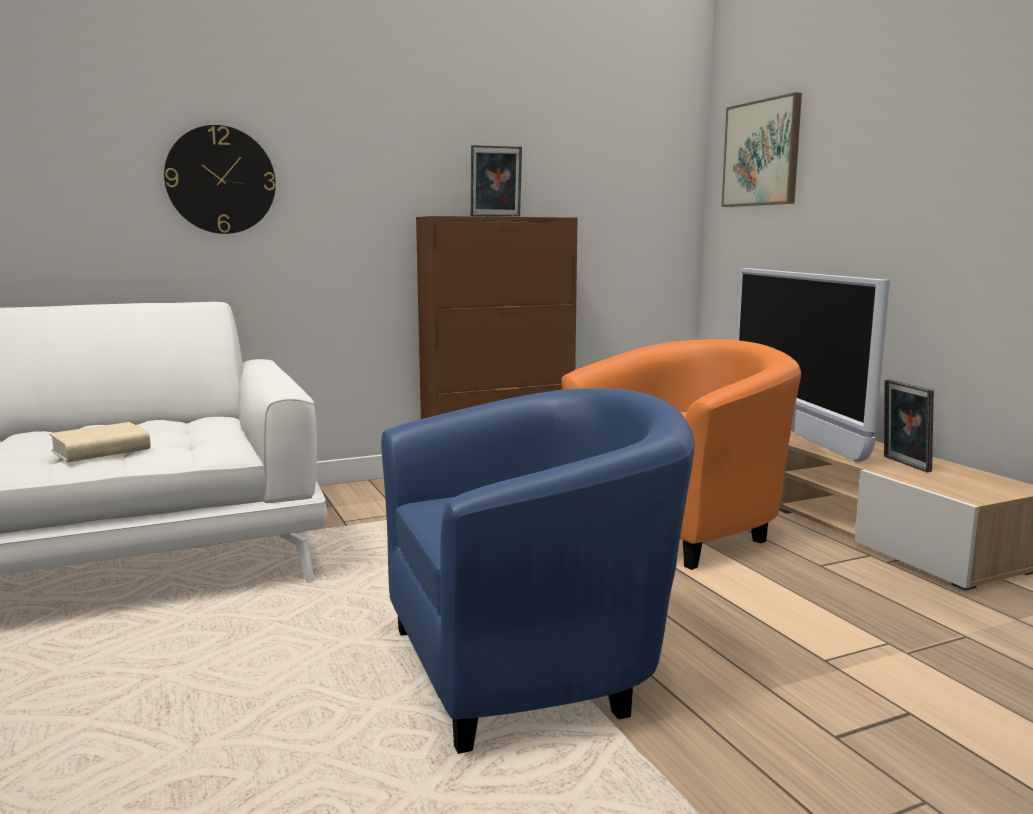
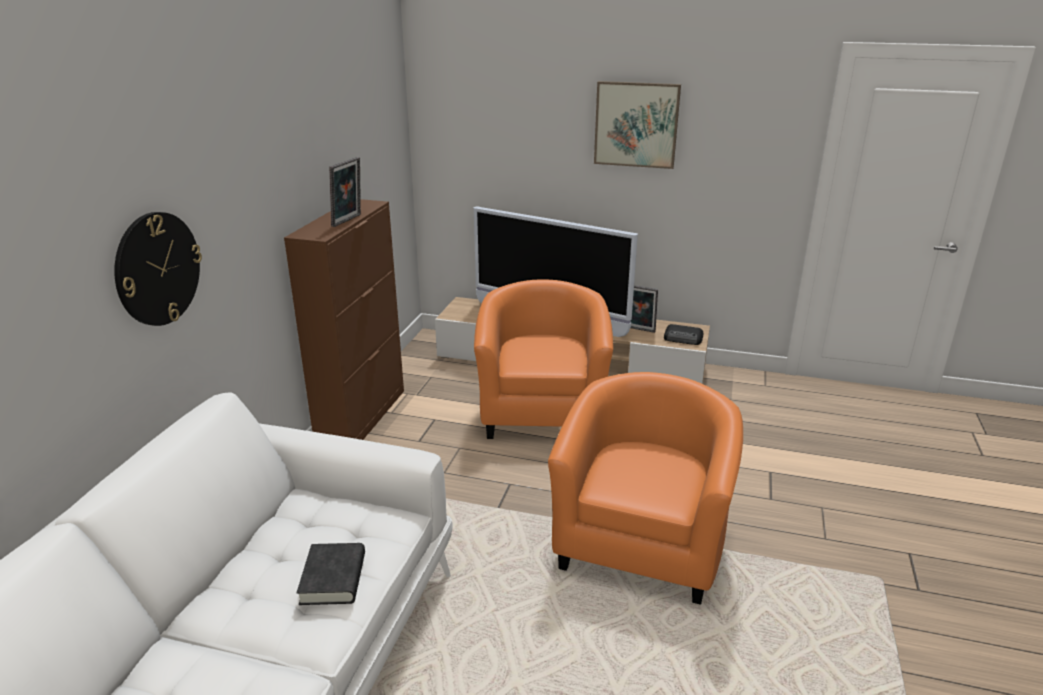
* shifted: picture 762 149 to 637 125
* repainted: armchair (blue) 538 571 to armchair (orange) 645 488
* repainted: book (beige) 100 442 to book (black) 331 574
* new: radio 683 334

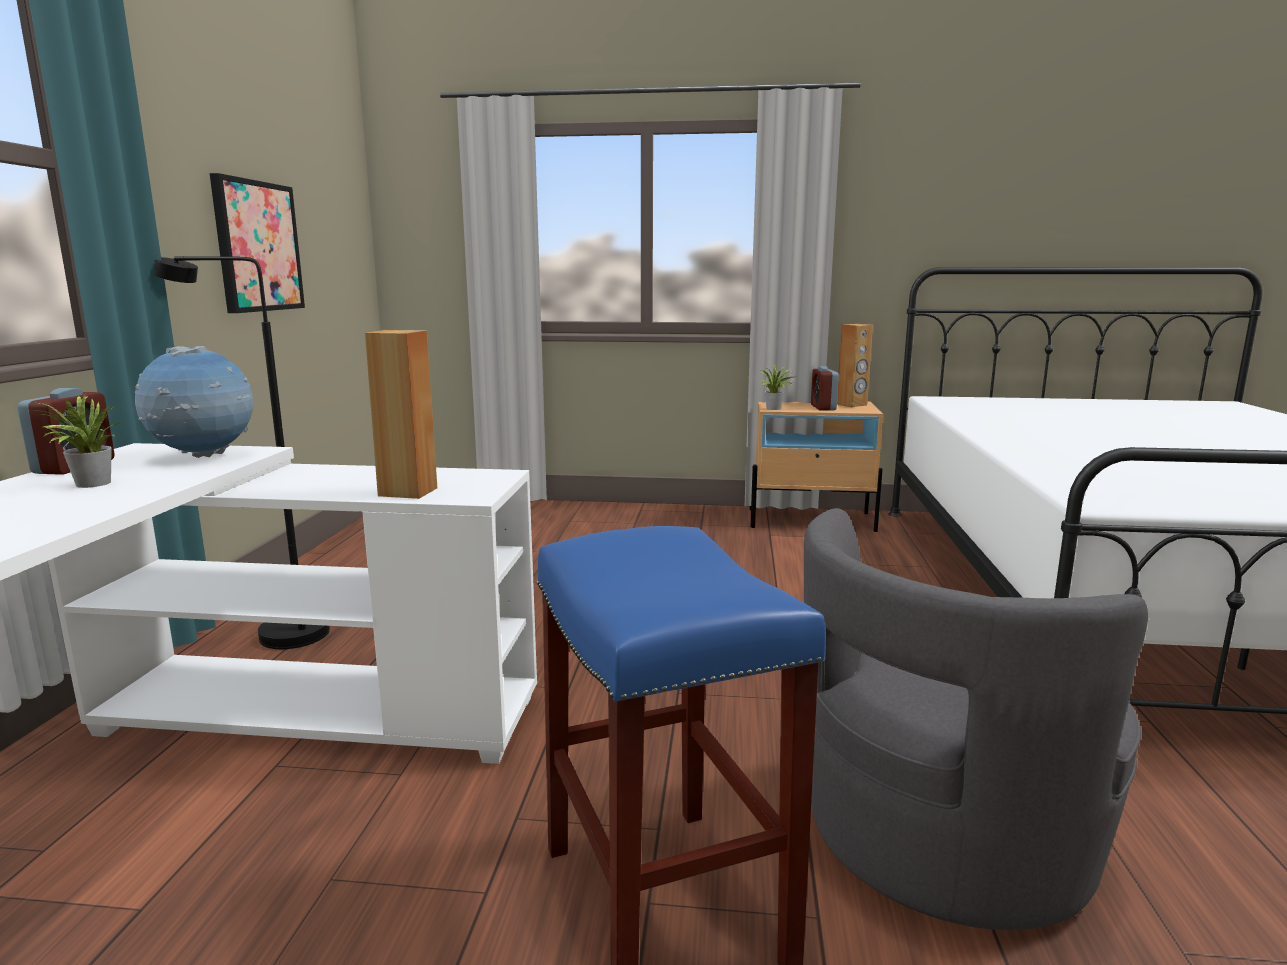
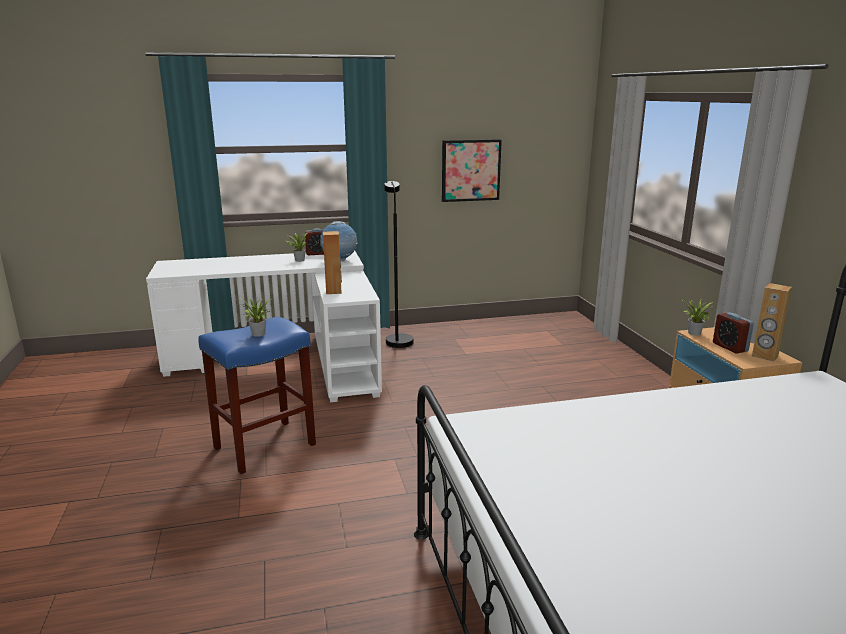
* rotated: alarm clock 825 388 = 733 332 90 degrees counterclockwise
* gone: armchair (grey) 976 719
* new: potted plant 254 317

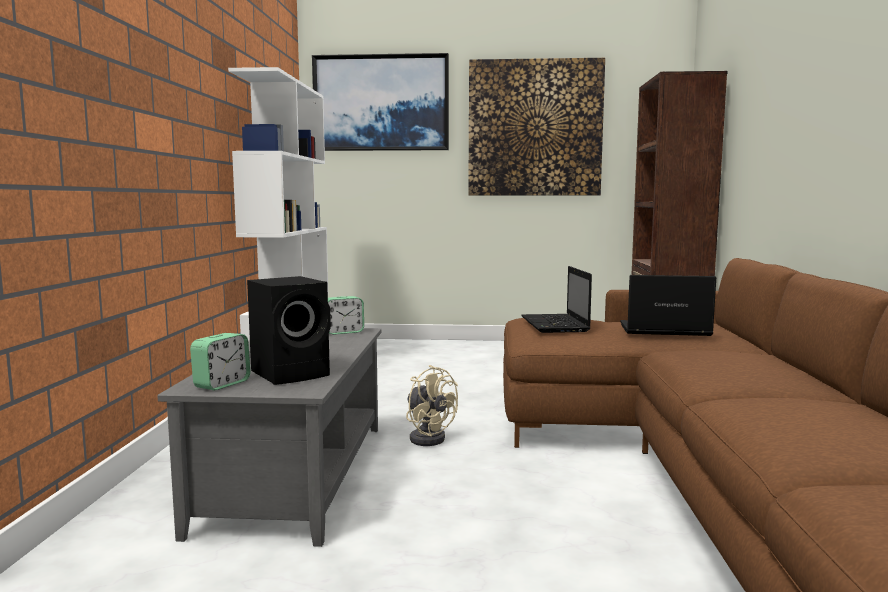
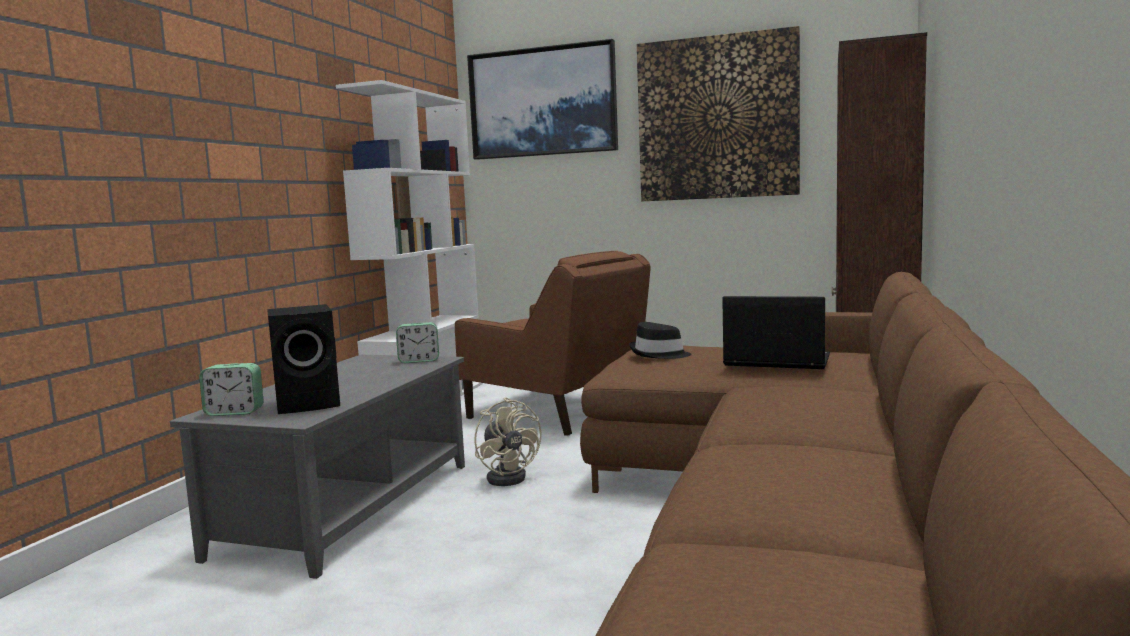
* swapped: laptop 556 299 to hat (black) 660 340
* rotated: alarm clock 220 362 = 231 389 45 degrees clockwise
* new: armchair (brown) 552 343

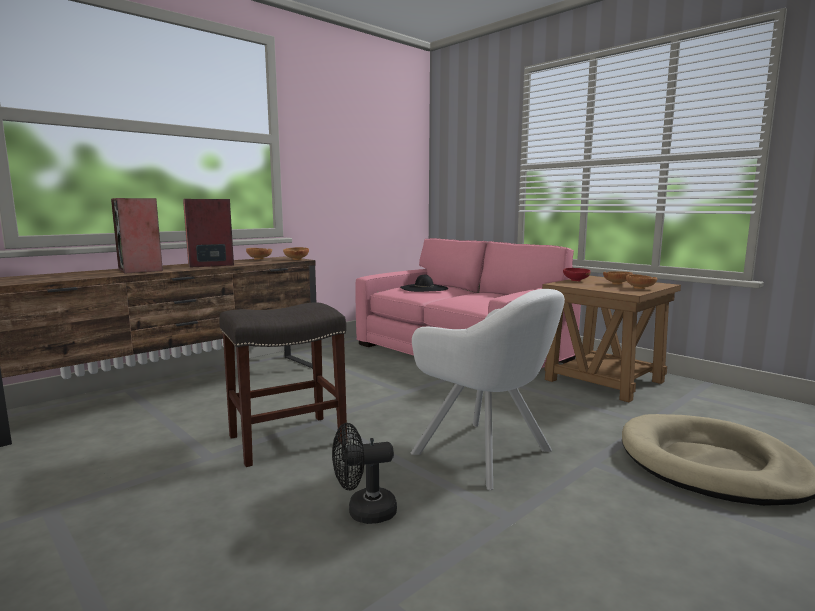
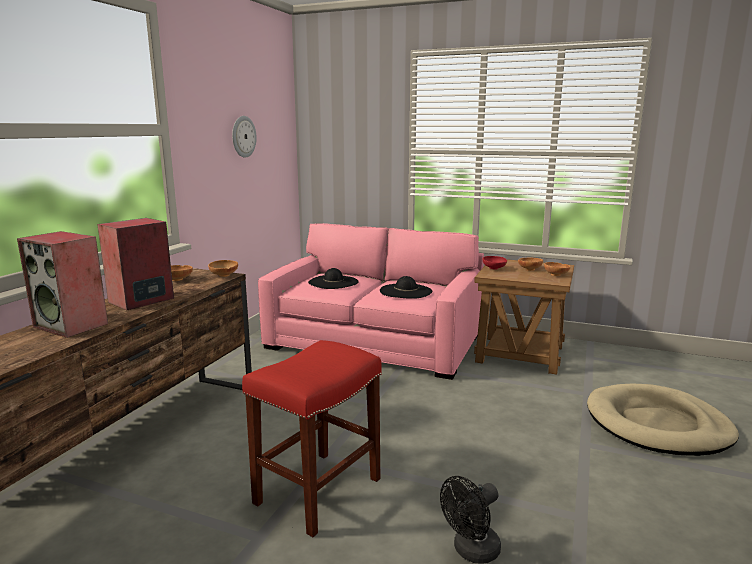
* gone: armchair (white) 488 389
* repainted: stool (grey) 283 385 to stool (red) 312 438
* new: wall clock 244 137
* new: hat (black) 406 287

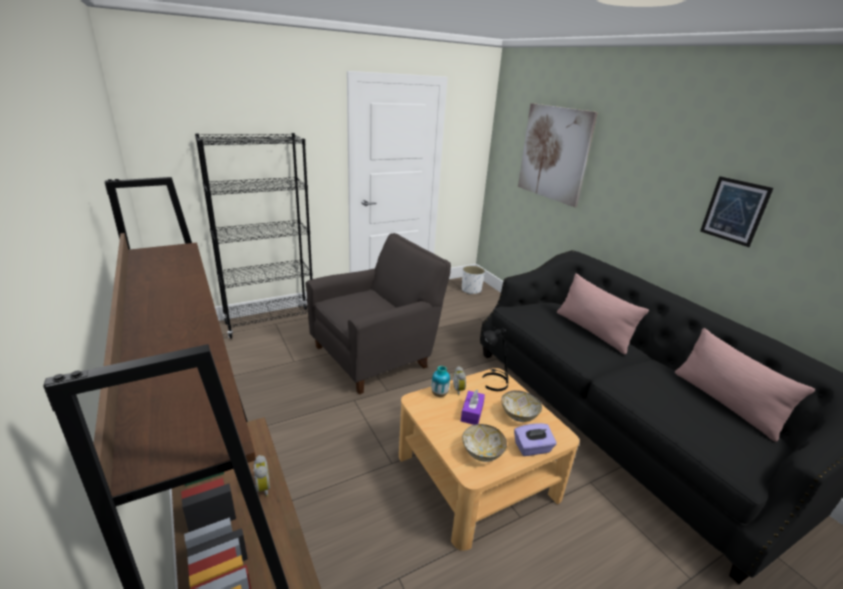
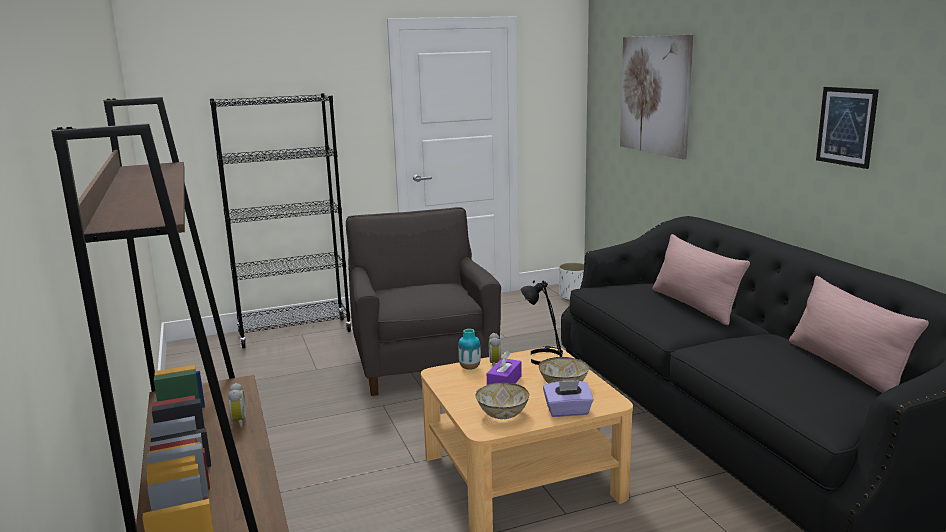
* rotated: armchair (grey) 378 314 = 423 301 75 degrees counterclockwise

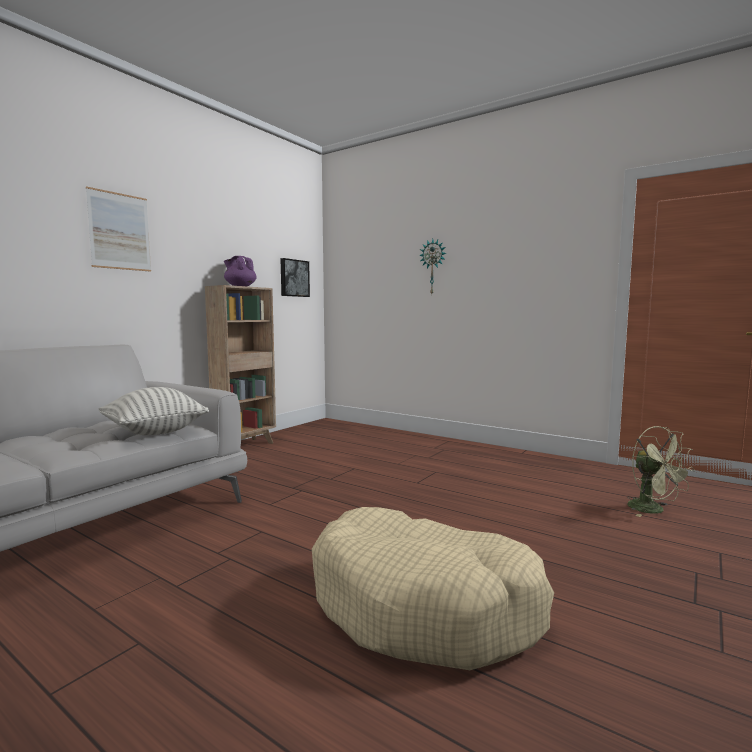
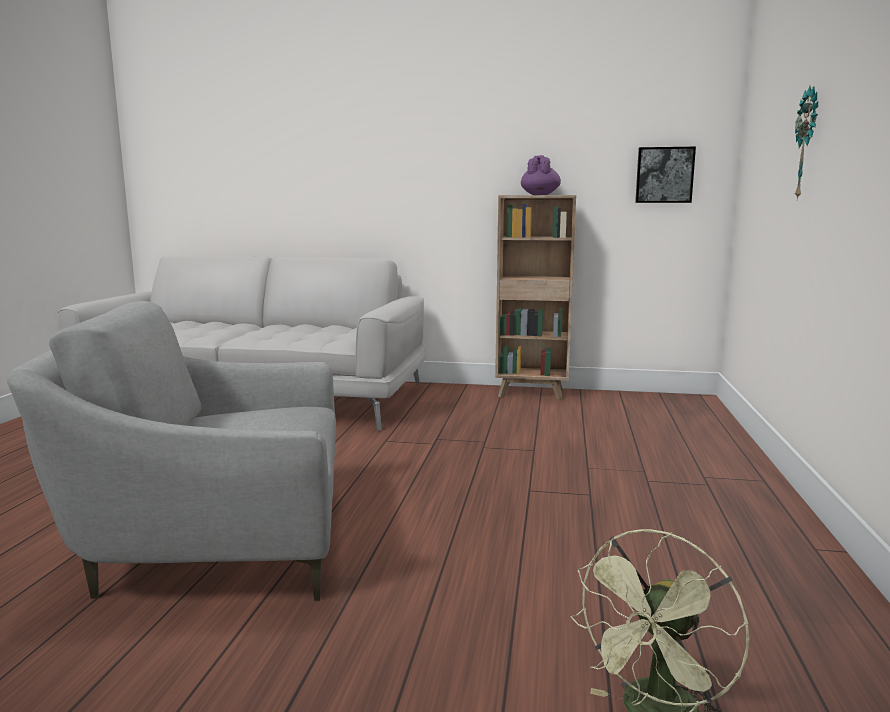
* gone: picture 118 229
* gone: pillow 154 411
* swapped: dog bed (beige) 433 588 to armchair (grey) 171 451

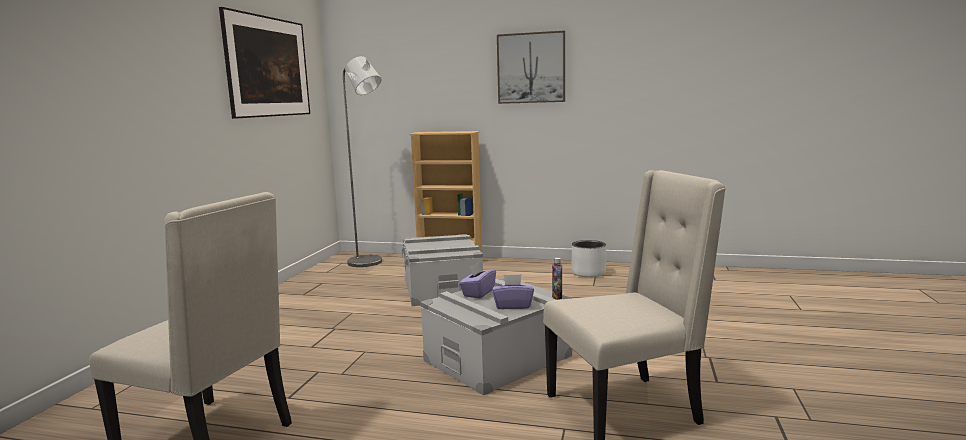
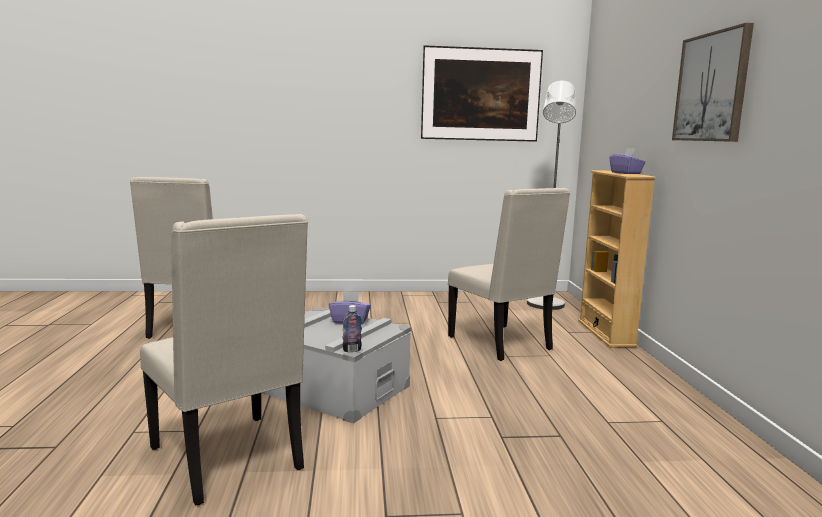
* swapped: storage box (grey) 442 270 to chair (beige) 509 274
* gone: planter (white) 588 258
* shifted: tissue box (purple) 513 291 to 627 161

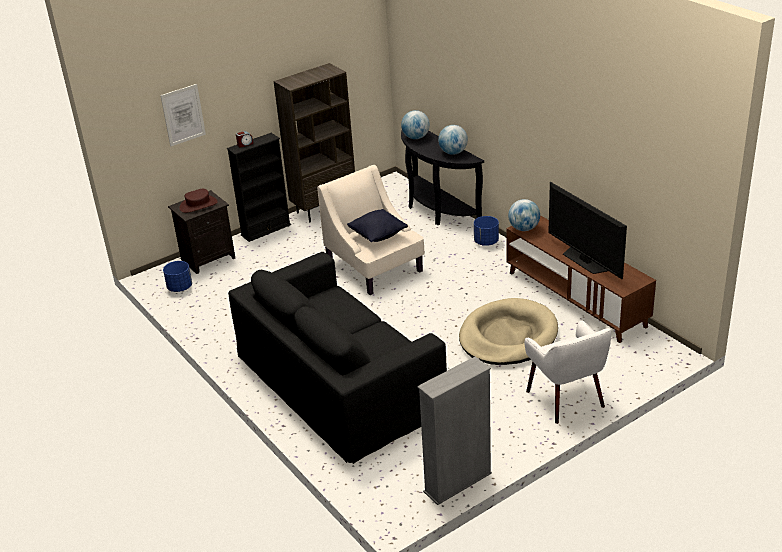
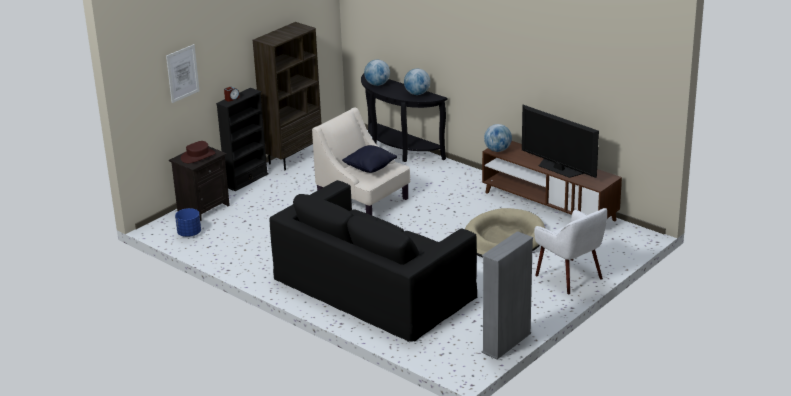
* gone: planter (blue) 486 231

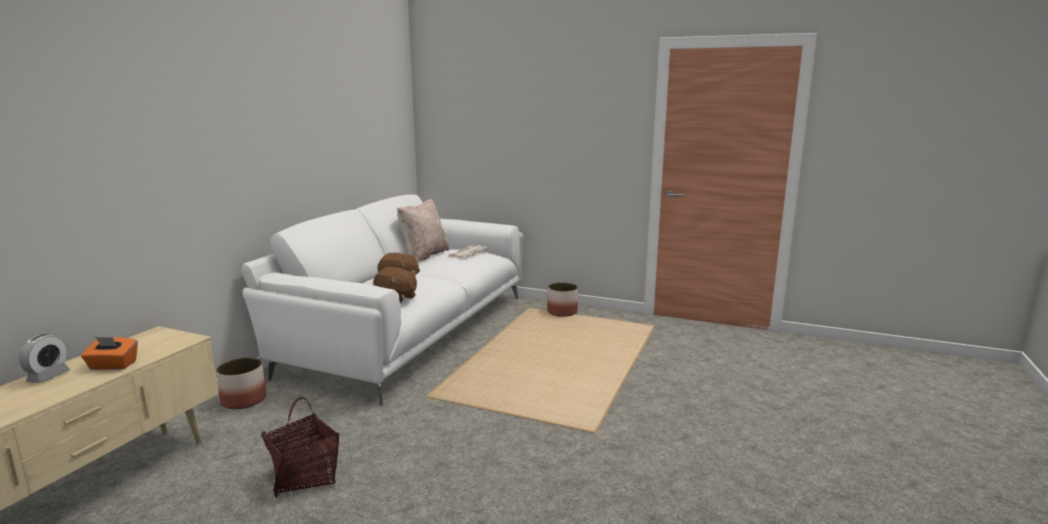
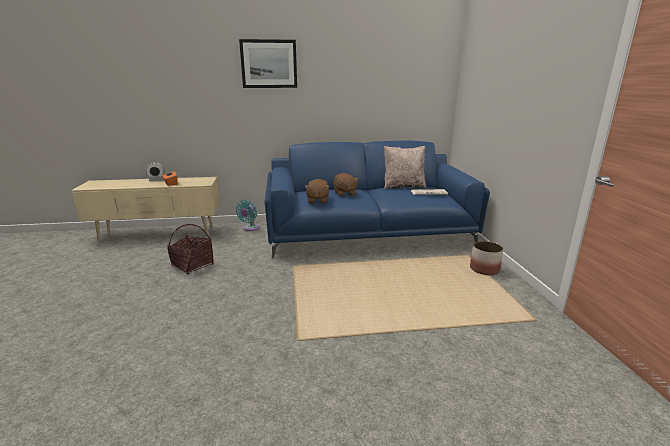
* repainted: sofa (white) 382 300 to sofa (blue) 377 199
* swapped: planter 241 383 to fan (turquoise) 248 215
* new: picture 268 63

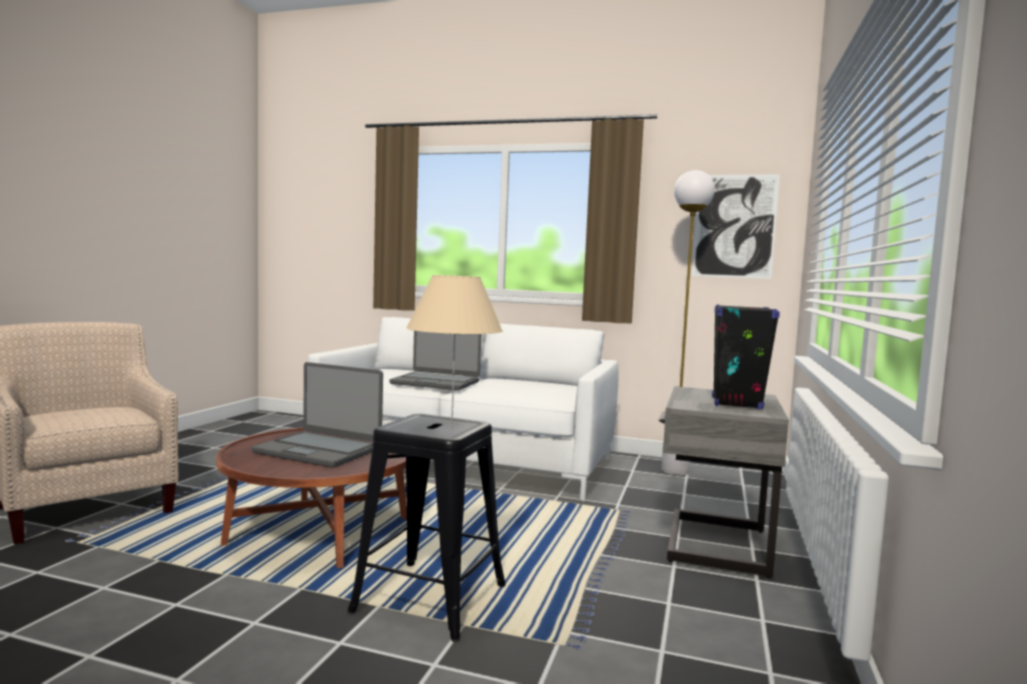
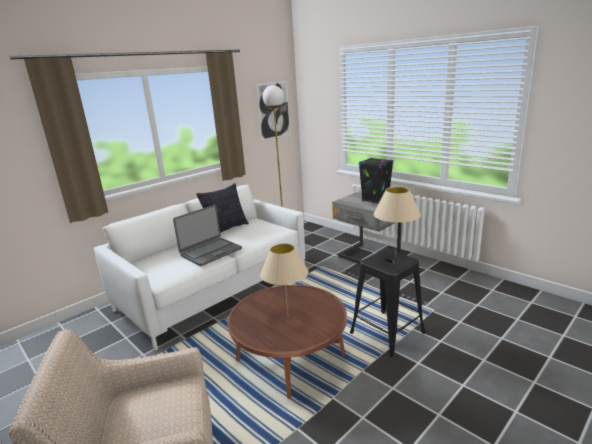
* swapped: laptop 317 415 to table lamp (beige) 284 278
* new: pillow 223 208

